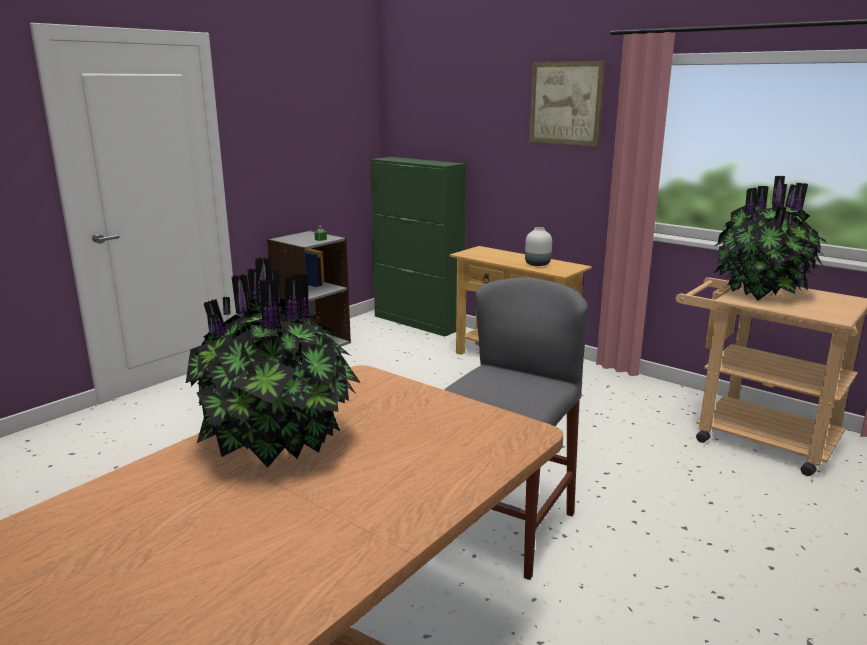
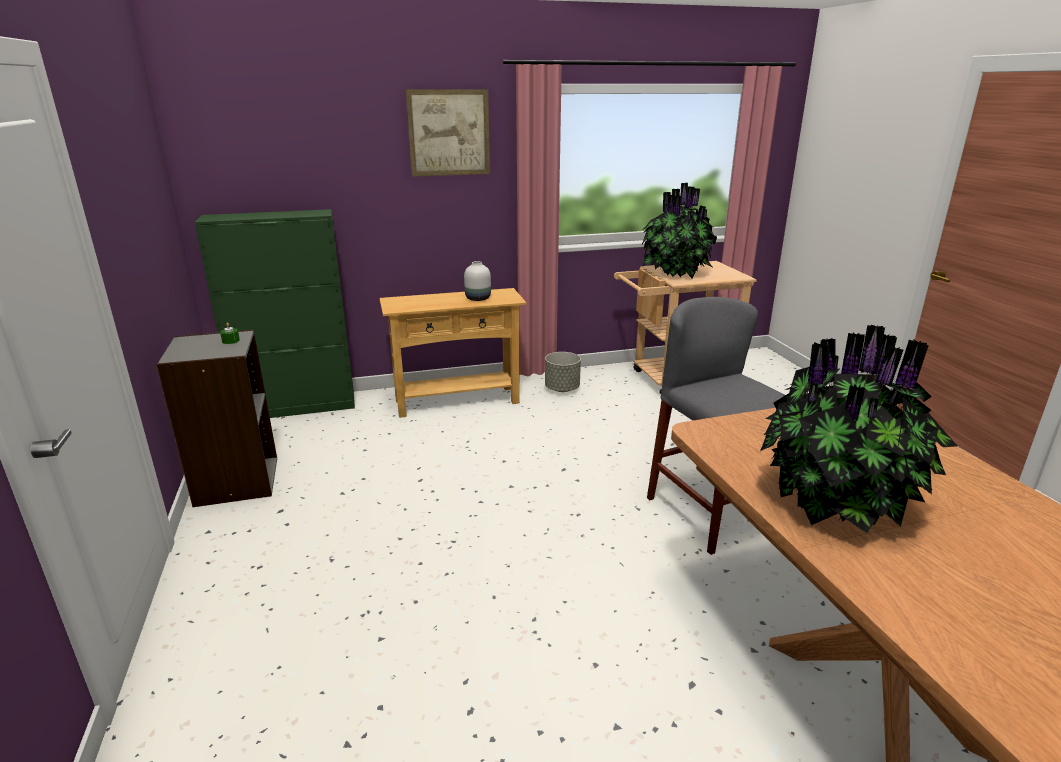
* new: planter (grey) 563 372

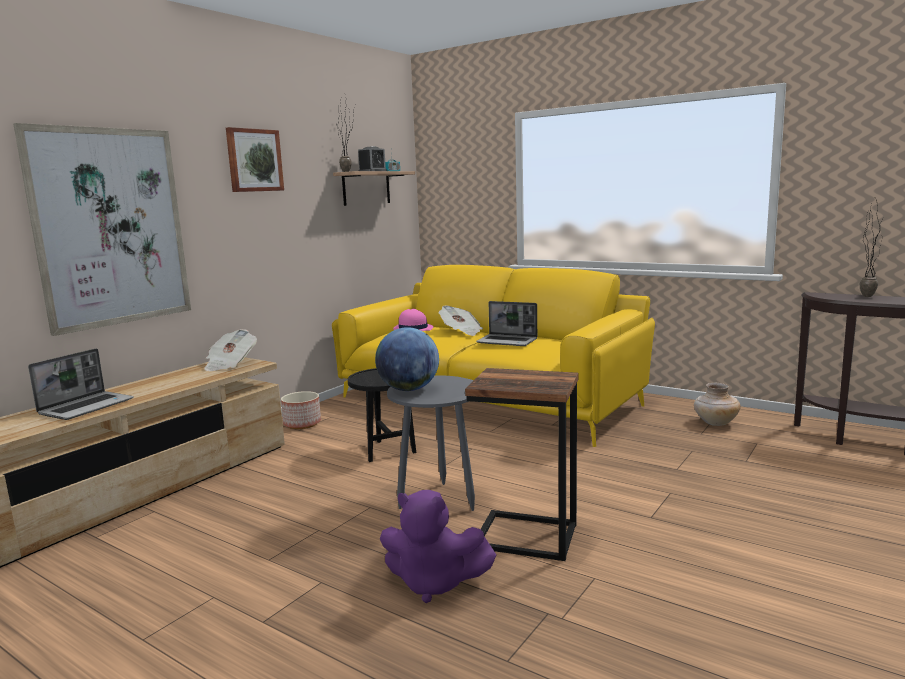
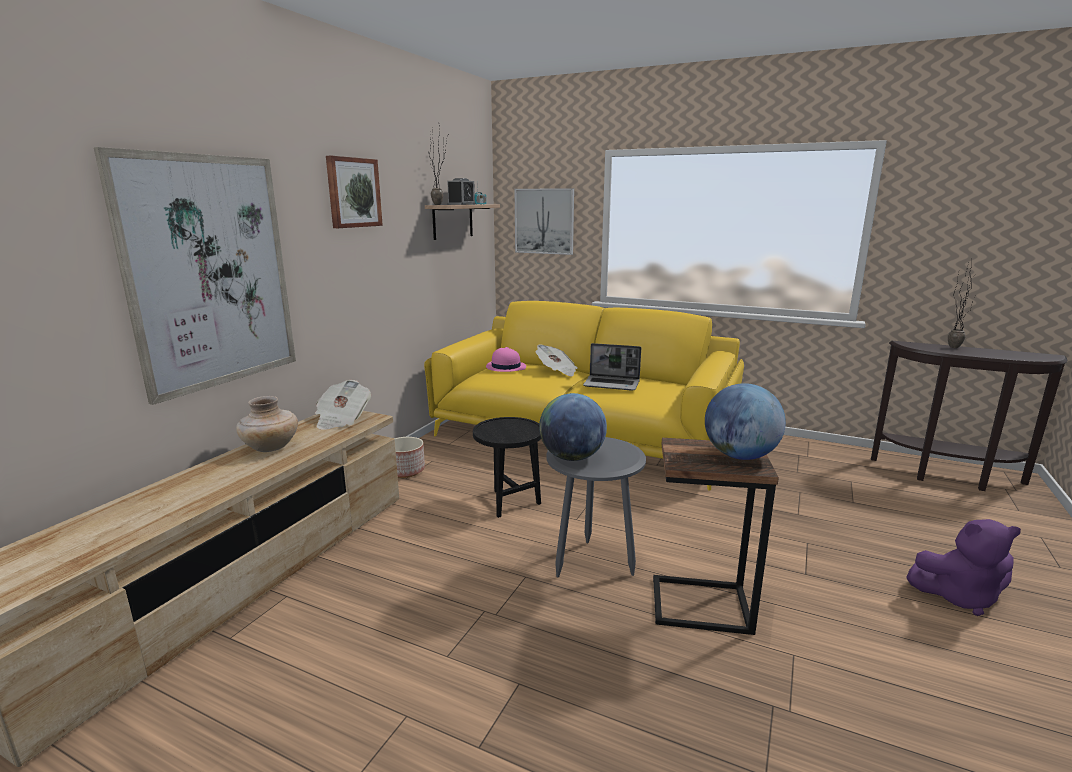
* gone: laptop 81 384
* shifted: vase (beige) 717 404 to 267 424
* shifted: plush toy (purple) 438 546 to 963 567
* new: picture 544 221
* new: globe 745 421

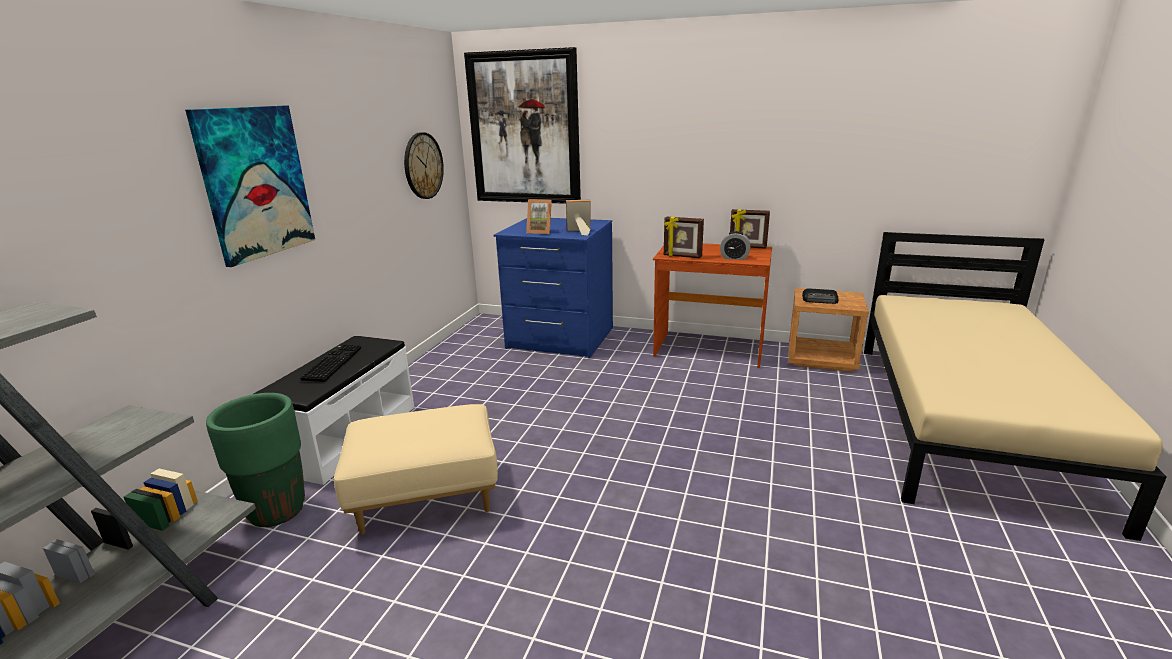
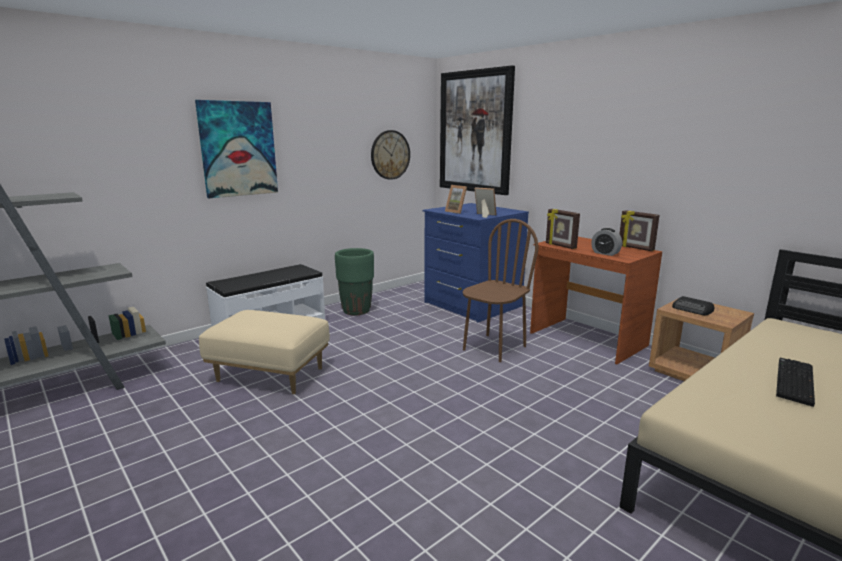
* shifted: keyboard 331 363 to 795 382
* shifted: planter (green) 255 460 to 354 281
* new: chair (brown) 500 290

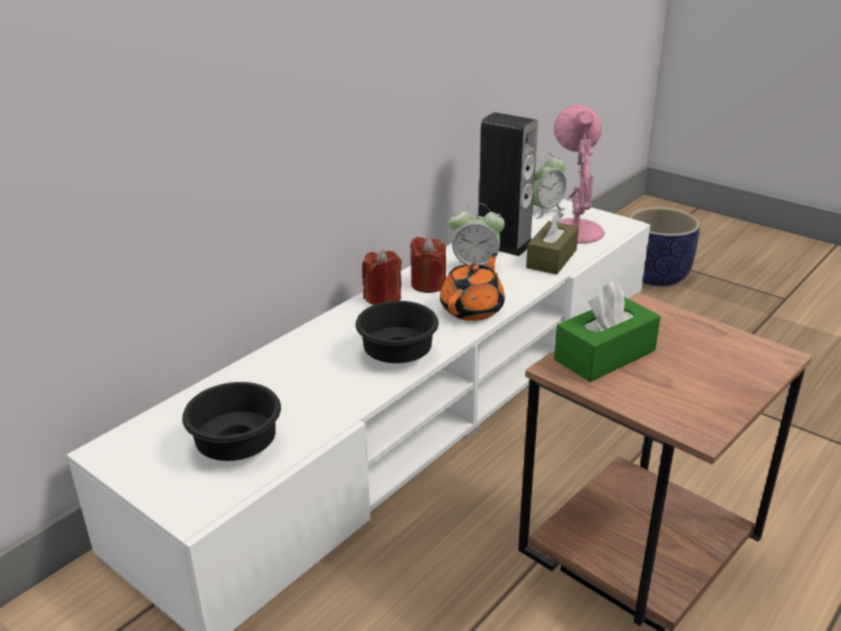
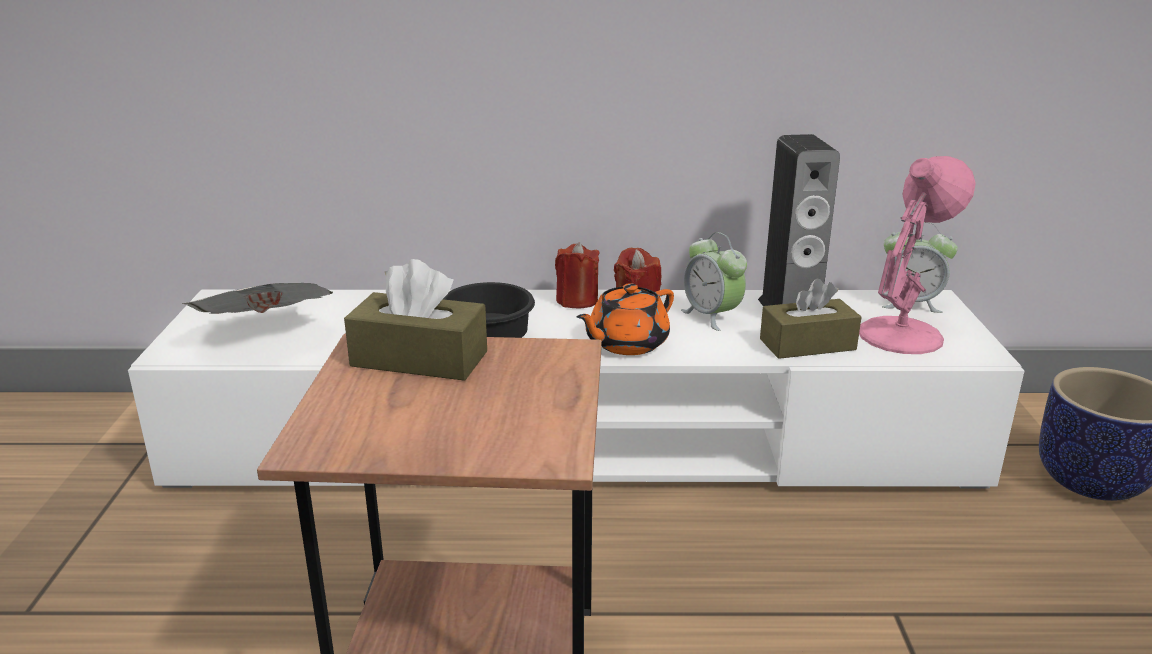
* rotated: teapot (orange) 472 287 = 625 319 150 degrees clockwise
* repainted: tissue box (green) 607 332 to tissue box (brown) 415 320
* swapped: bowl (black) 231 421 to newspaper 257 298

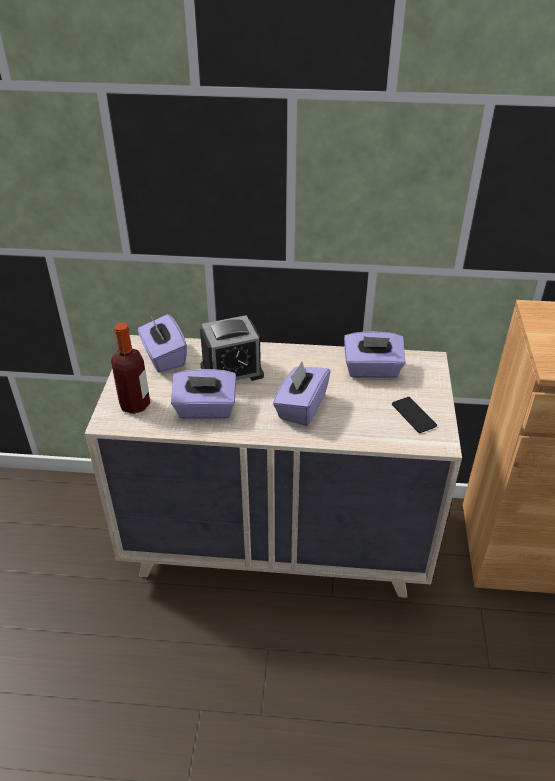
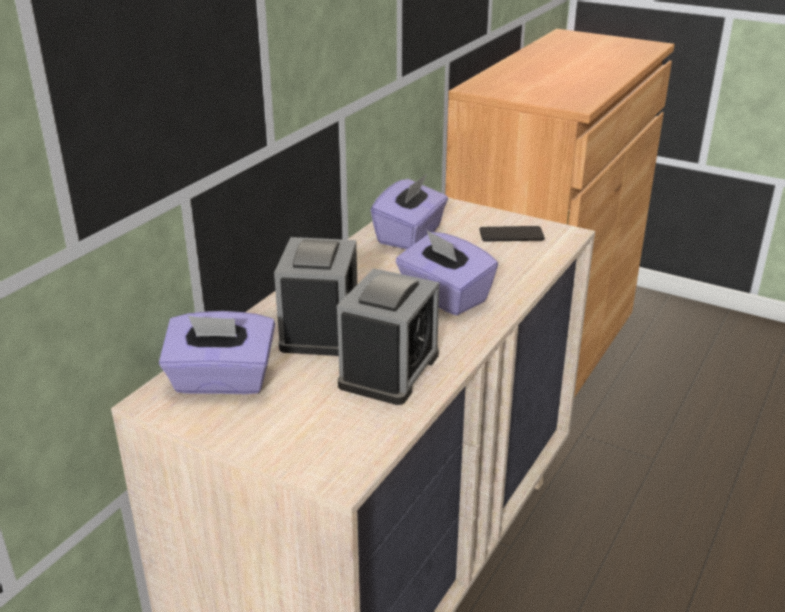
* gone: bottle 130 368
* swapped: tissue box (purple) 203 394 to alarm clock 388 336

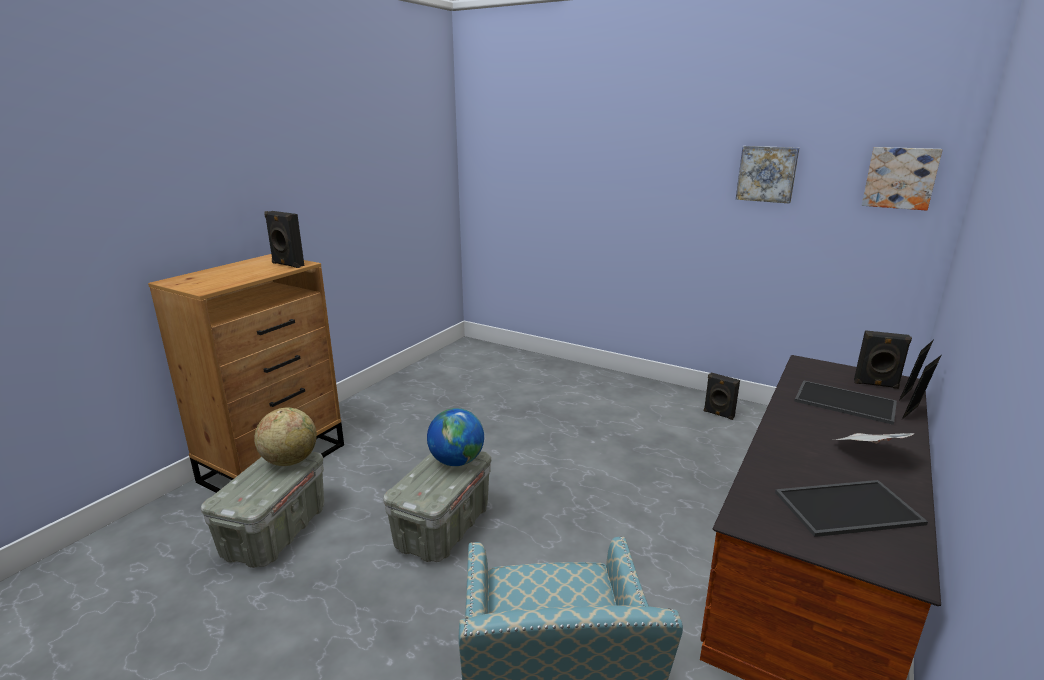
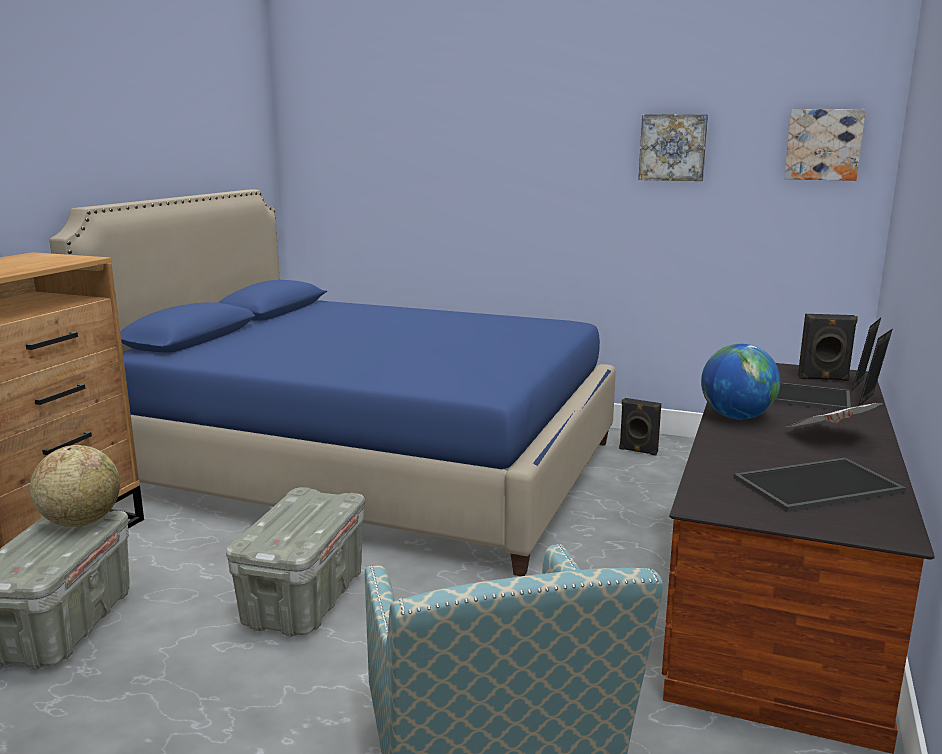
* gone: speaker (black) 284 239
* shifted: globe 455 437 to 740 381
* new: bed (blue) 332 382

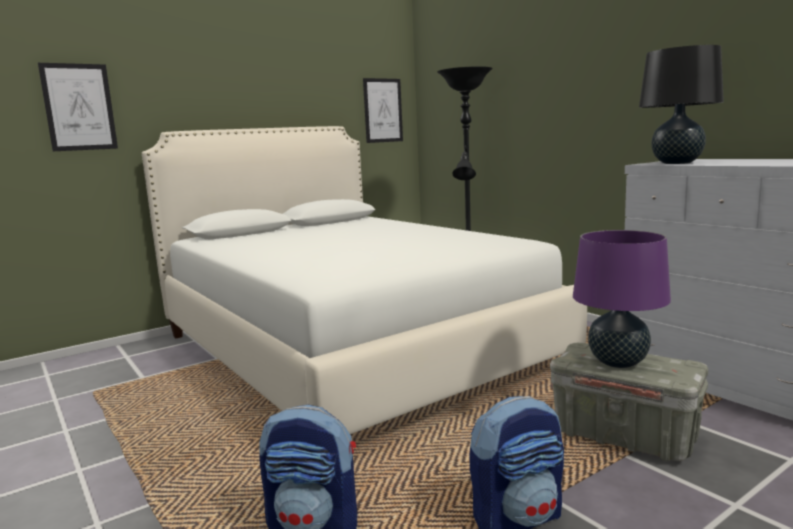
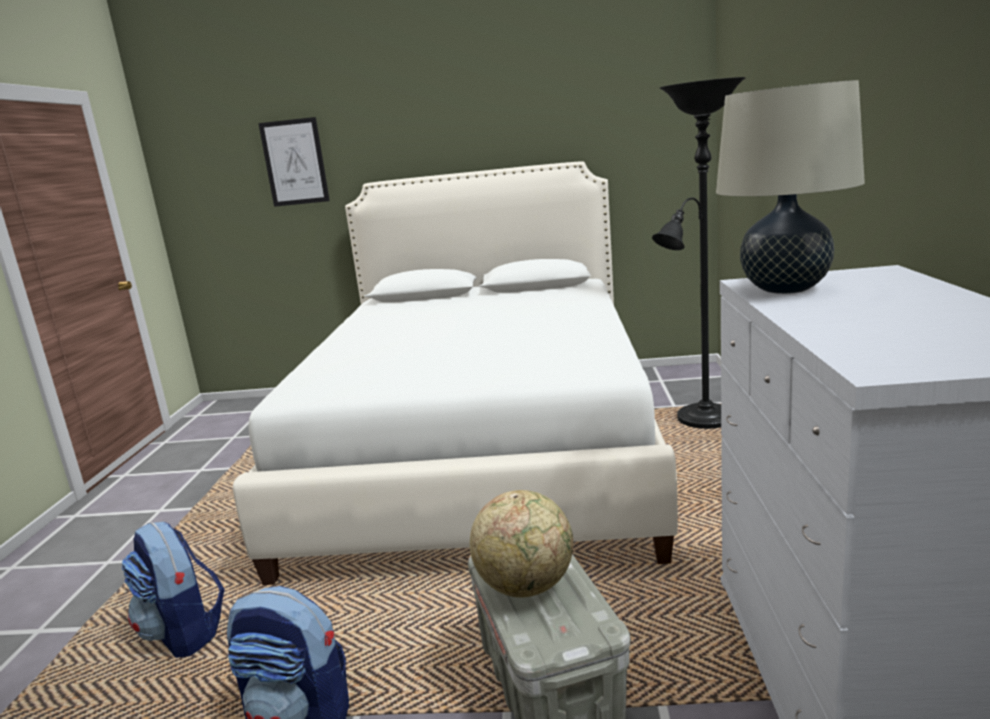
* repainted: table lamp (black) 681 104 to table lamp (beige) 790 187
* gone: picture 383 110
* swapped: table lamp (purple) 622 299 to globe 521 544

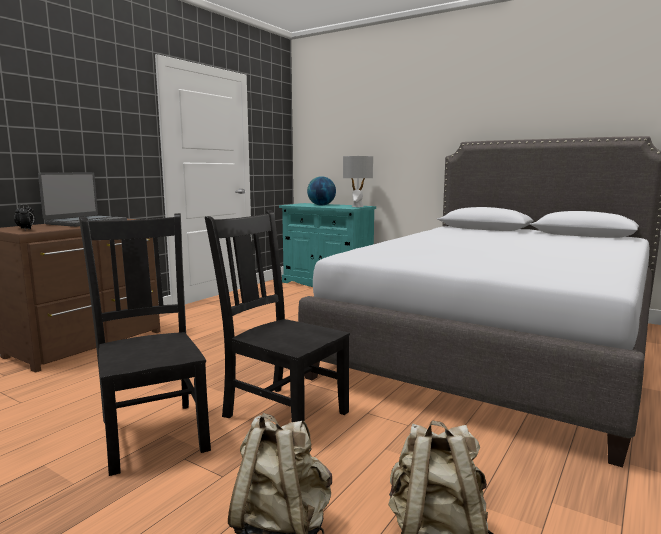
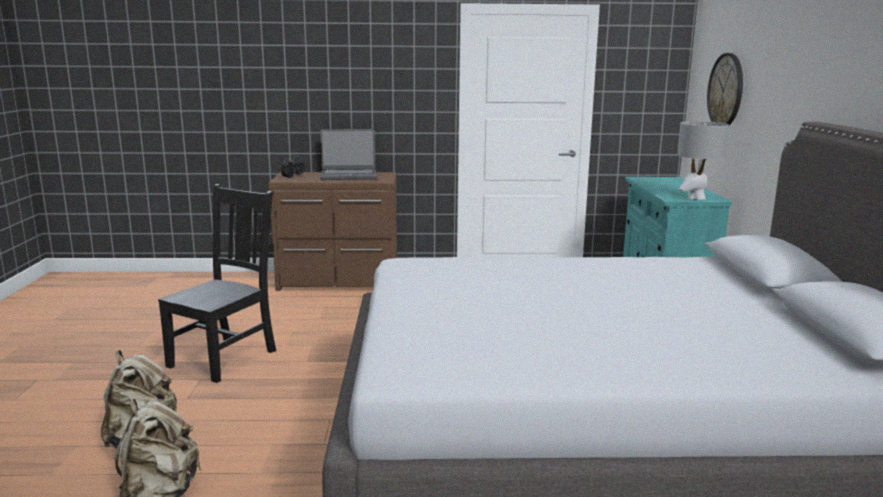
* gone: globe 321 191
* gone: chair (black) 277 316
* new: wall clock 725 89

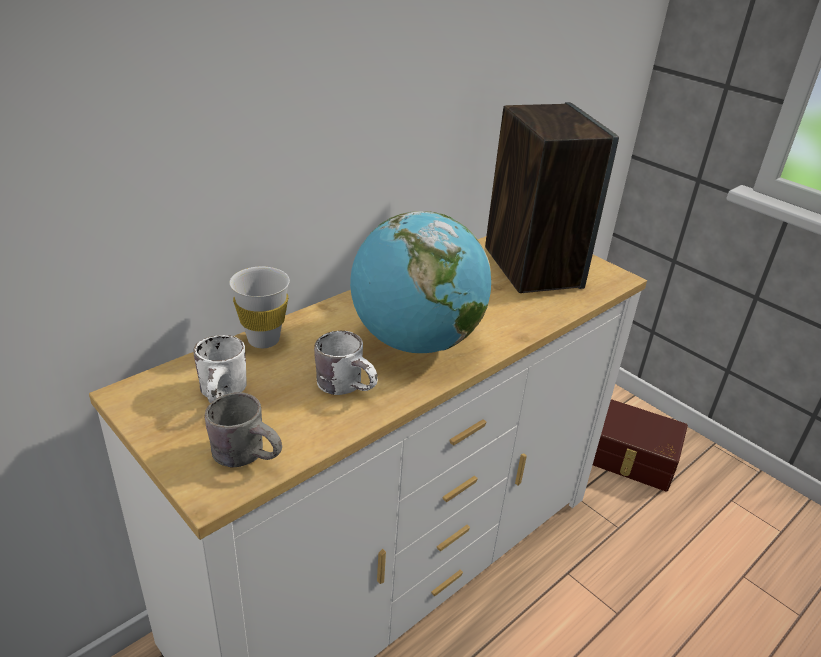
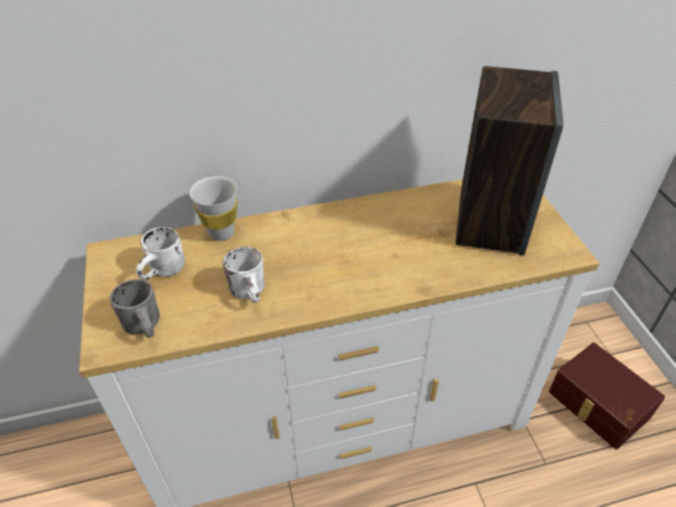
* gone: globe 420 282

